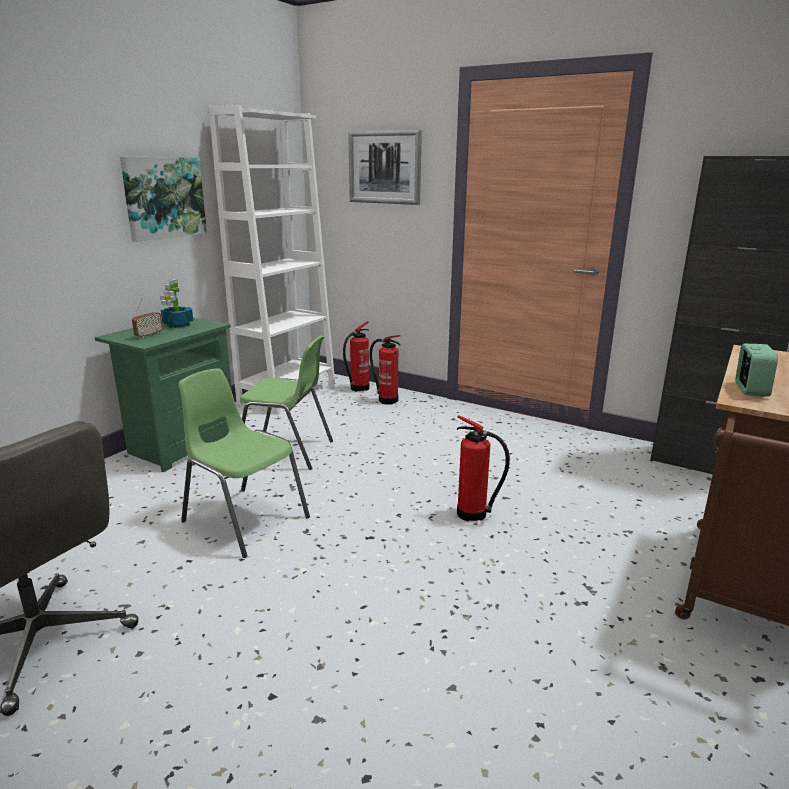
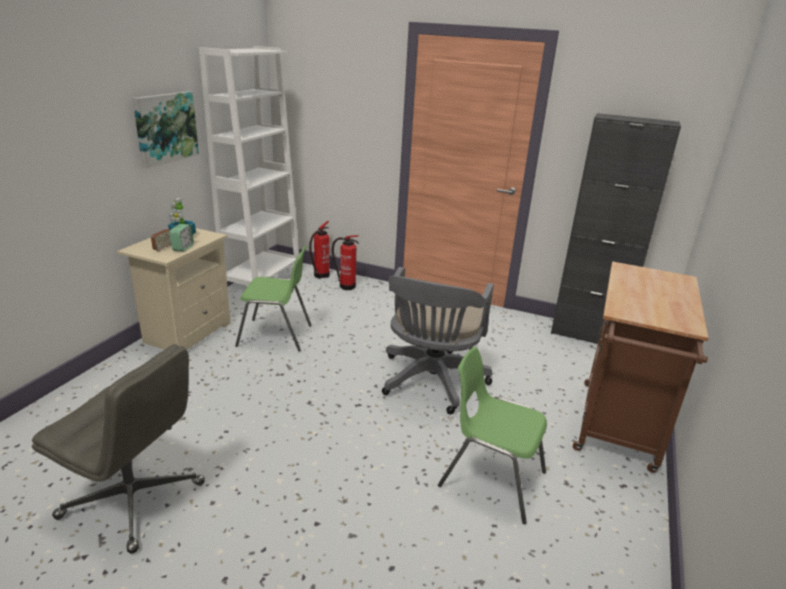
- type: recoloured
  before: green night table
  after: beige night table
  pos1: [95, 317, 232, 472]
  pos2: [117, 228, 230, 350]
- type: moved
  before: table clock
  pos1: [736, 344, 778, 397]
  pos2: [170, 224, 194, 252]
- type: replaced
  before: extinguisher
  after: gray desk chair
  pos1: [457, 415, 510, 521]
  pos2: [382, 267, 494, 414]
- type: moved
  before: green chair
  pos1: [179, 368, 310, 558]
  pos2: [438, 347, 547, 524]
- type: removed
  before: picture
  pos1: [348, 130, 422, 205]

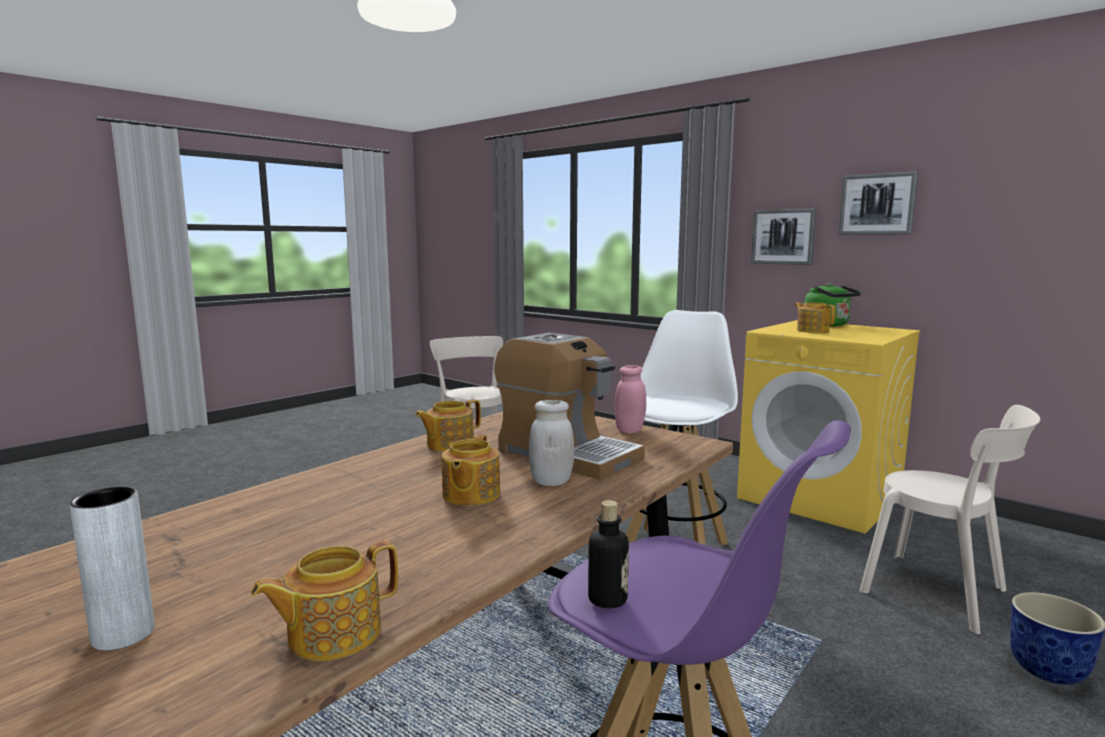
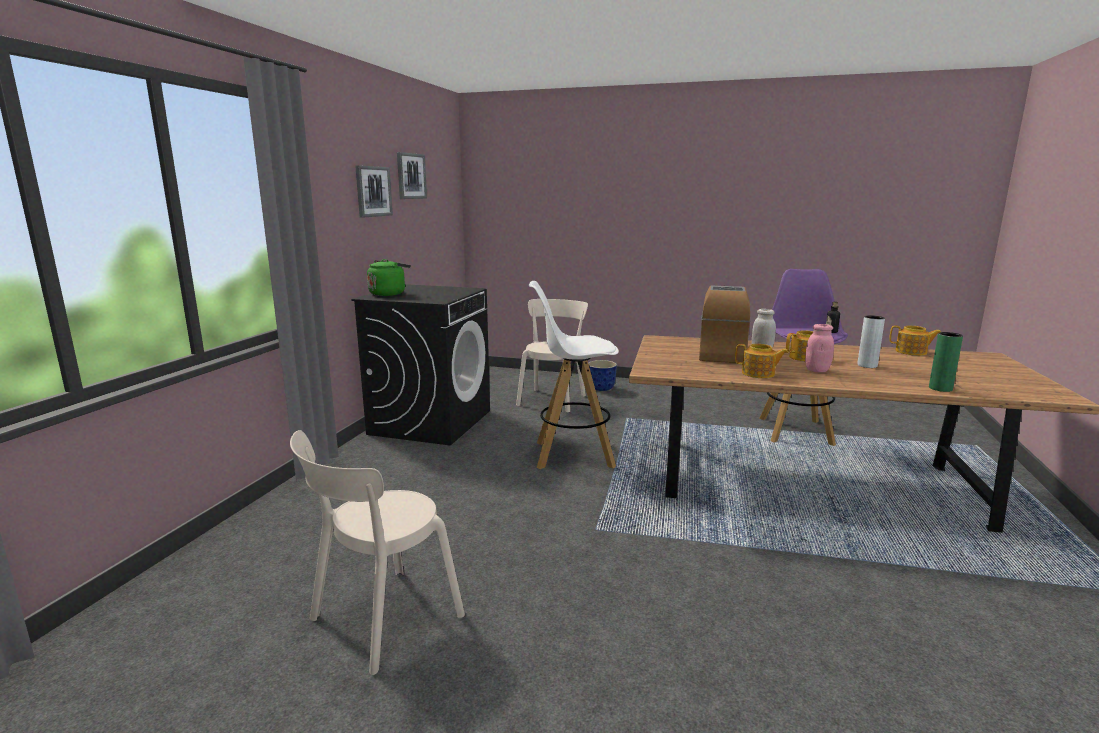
- type: recoloured
  before: yellow-coloured laundry appliance
  after: blackish laundry appliance
  pos1: [737, 320, 920, 534]
  pos2: [351, 284, 490, 445]
- type: moved
  before: picture
  pos1: [751, 208, 817, 265]
  pos2: [397, 152, 427, 199]
- type: moved
  before: pink-coloured jar
  pos1: [615, 365, 646, 434]
  pos2: [805, 324, 834, 372]
- type: moved
  before: gray flower vase
  pos1: [70, 487, 154, 651]
  pos2: [857, 315, 885, 368]
- type: added
  after: green flower vase
  pos2: [929, 332, 963, 392]
- type: removed
  before: pot for tea
  pos1: [794, 302, 836, 333]

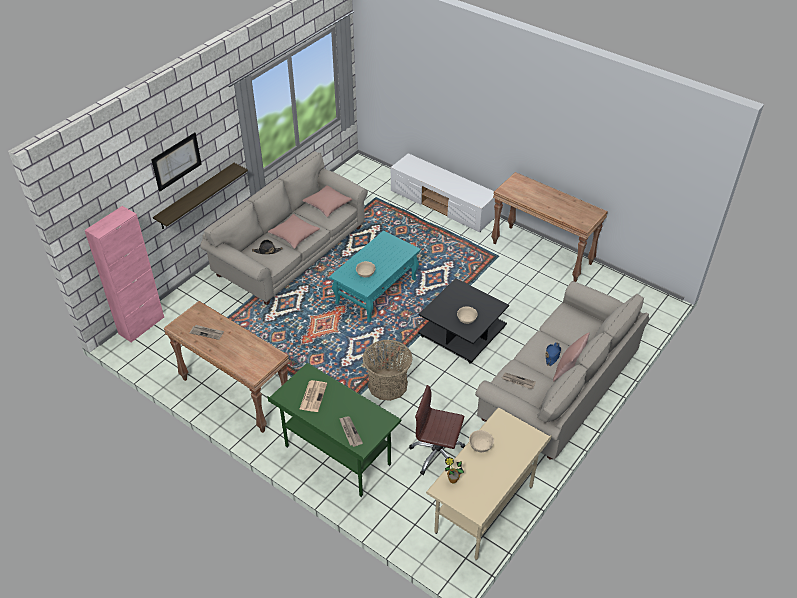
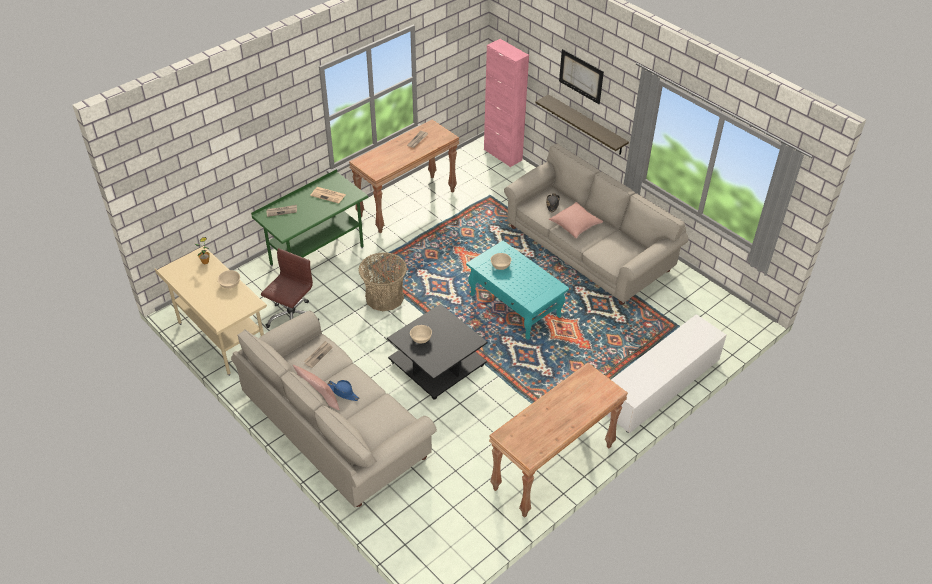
- type: removed
  before: pink-coloured cushion
  pos1: [302, 185, 352, 217]

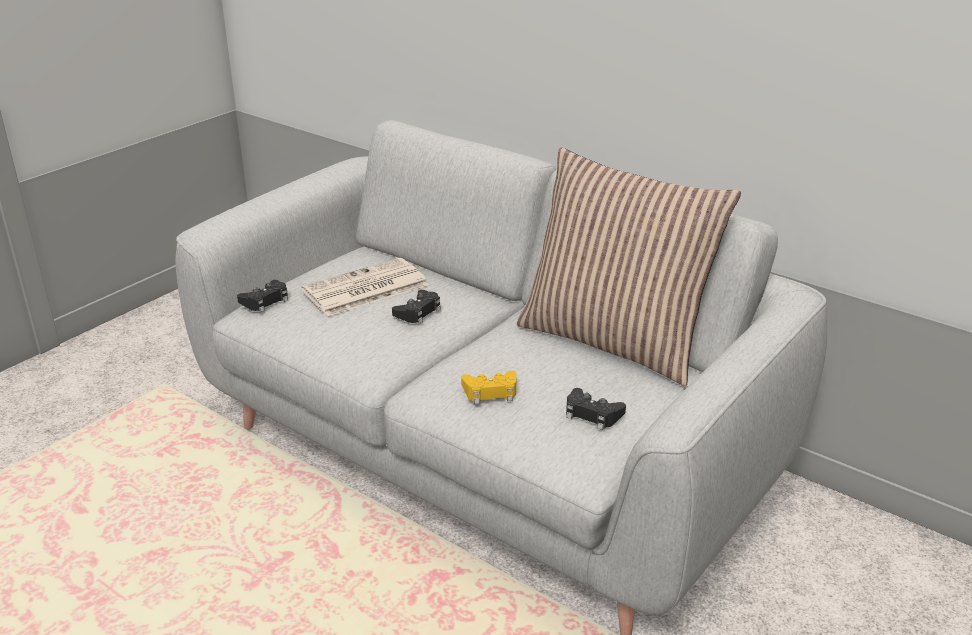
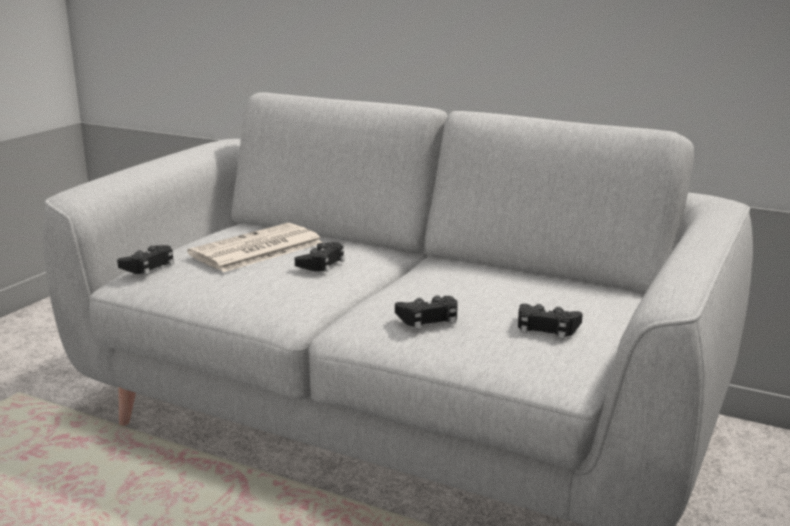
- type: recoloured
  before: yellow-coloured gamepad
  after: blackish gamepad
  pos1: [461, 371, 517, 404]
  pos2: [395, 295, 458, 329]
- type: removed
  before: cushion
  pos1: [517, 148, 741, 386]

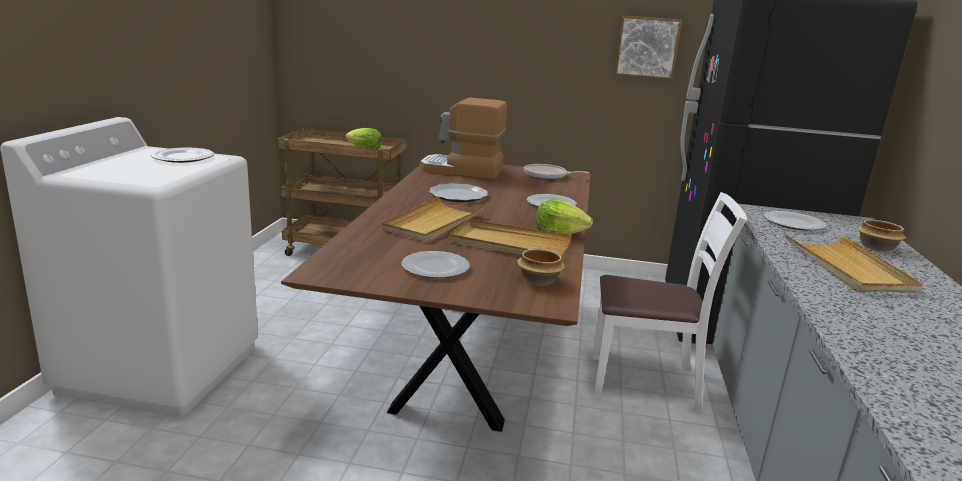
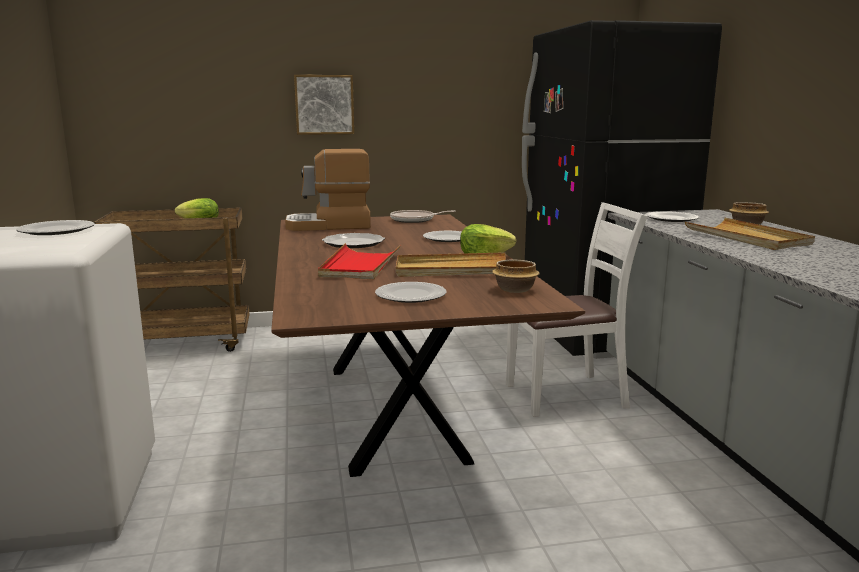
- type: moved
  before: picture
  pos1: [615, 16, 682, 80]
  pos2: [294, 75, 354, 135]
- type: recoloured
  before: beige tray
  after: reddish tray
  pos1: [382, 197, 484, 242]
  pos2: [318, 243, 401, 279]

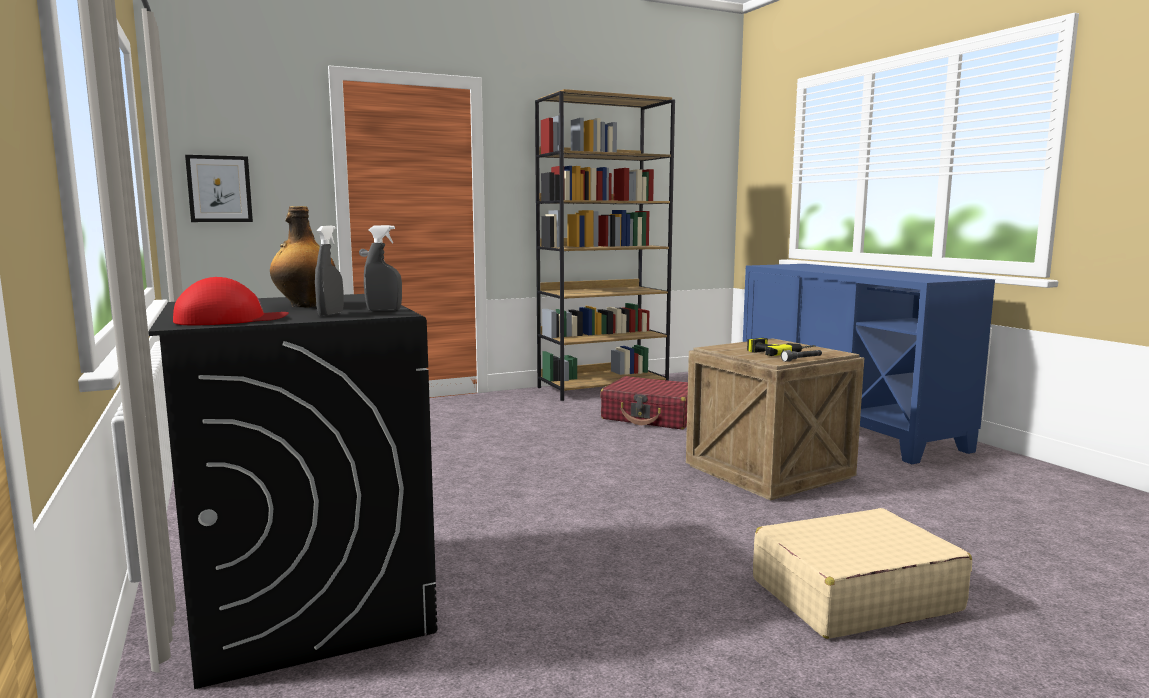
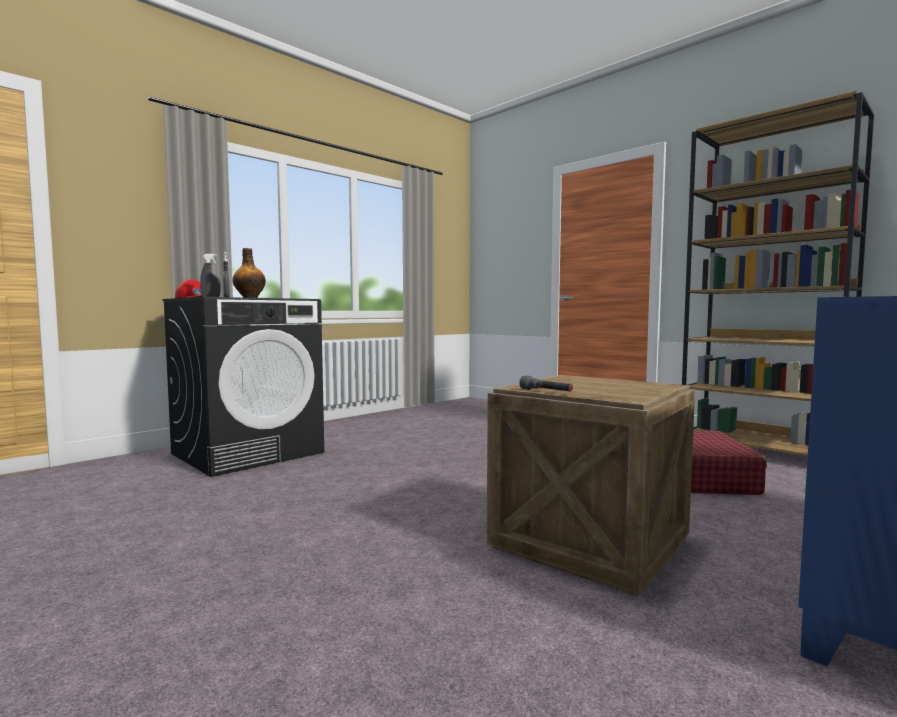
- type: removed
  before: picture
  pos1: [185, 155, 253, 222]
- type: removed
  before: drill
  pos1: [747, 338, 815, 356]
- type: removed
  before: beige travel case
  pos1: [753, 508, 972, 639]

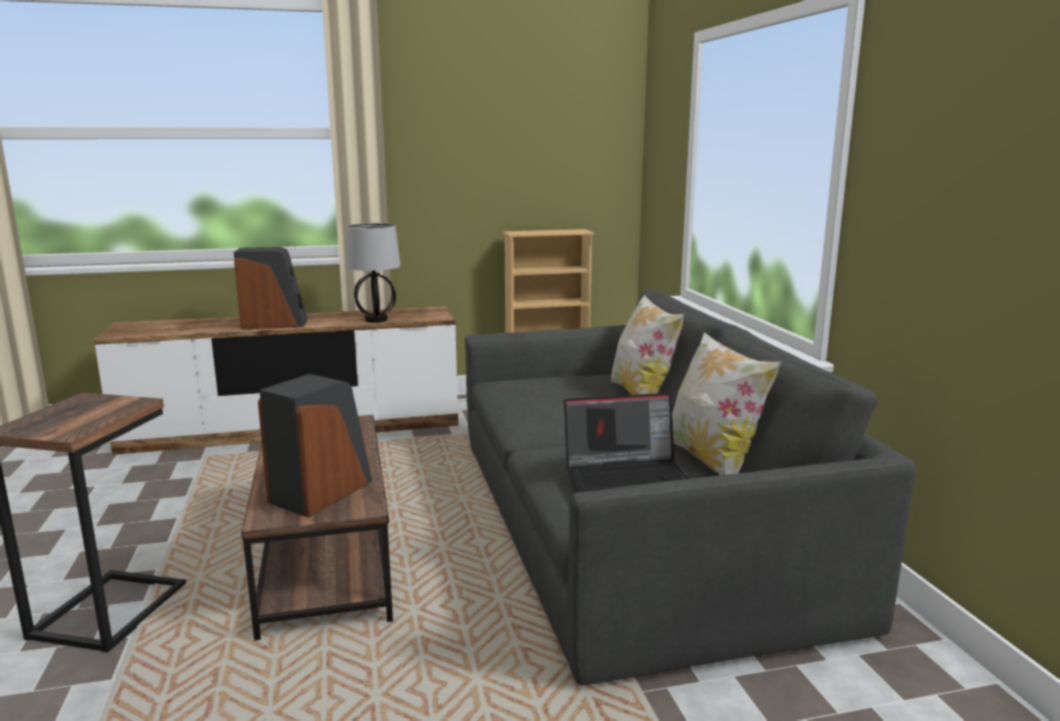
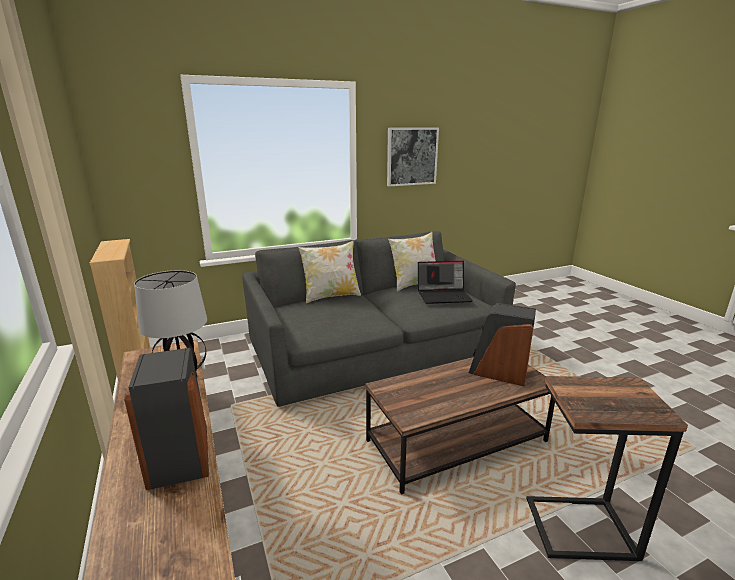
- type: added
  after: picture
  pos2: [387, 127, 439, 186]
- type: turned
  before: notebook computer
  pos1: [564, 393, 690, 492]
  pos2: [418, 261, 473, 304]
  turn: 105

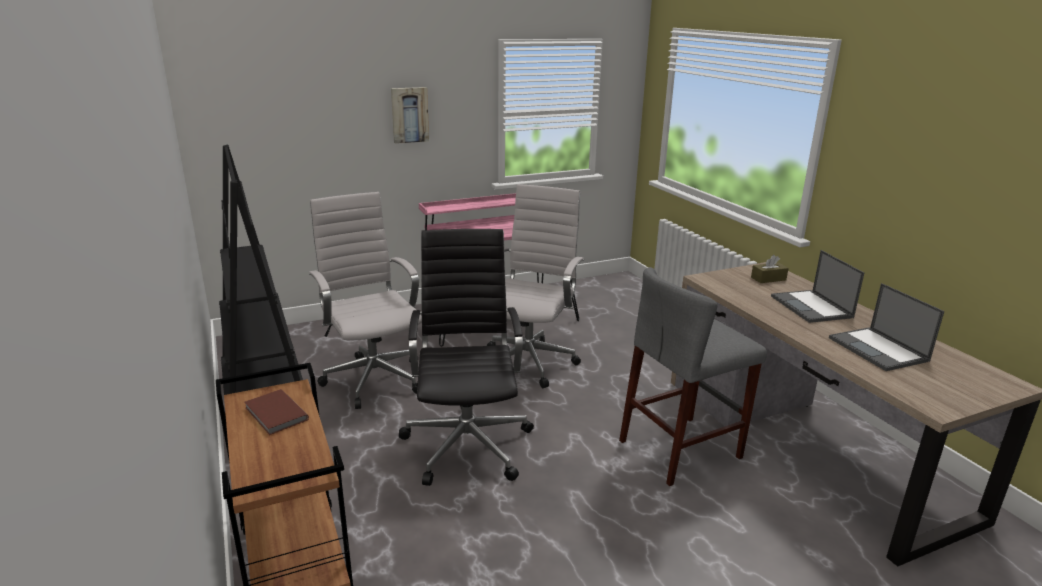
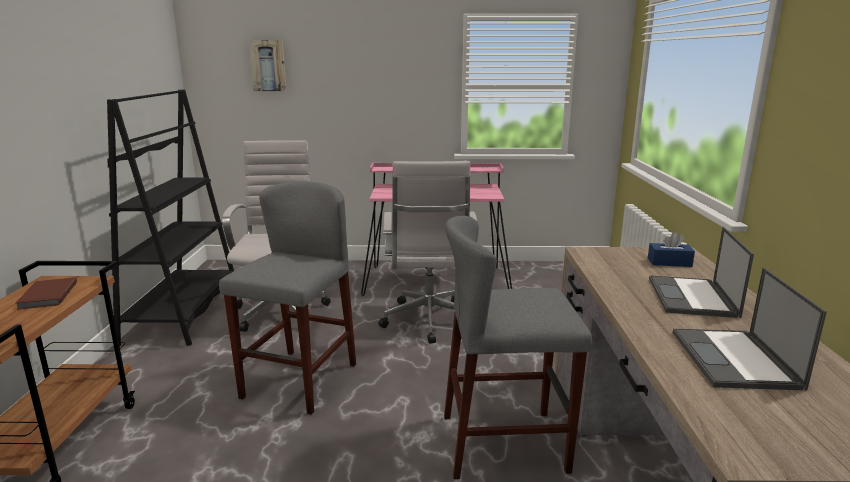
- type: replaced
  before: blackish desk chair
  after: gray stool
  pos1: [399, 229, 534, 486]
  pos2: [219, 181, 356, 415]
- type: moved
  before: picture
  pos1: [391, 87, 429, 144]
  pos2: [249, 40, 286, 91]
- type: turned
  before: white desk chair
  pos1: [487, 184, 584, 388]
  pos2: [378, 161, 477, 344]
  turn: 135
- type: recoloured
  before: brown tissue box
  after: blue tissue box
  pos1: [751, 255, 789, 283]
  pos2: [648, 232, 695, 267]

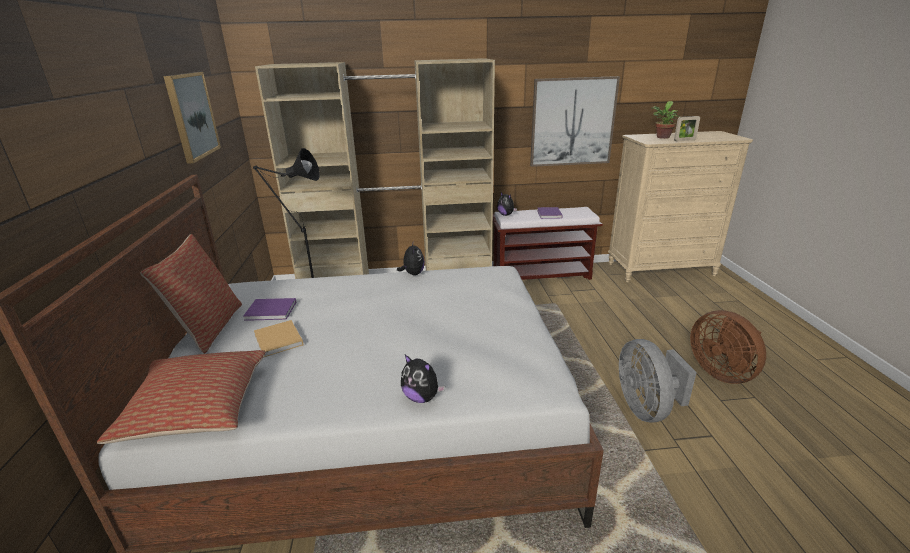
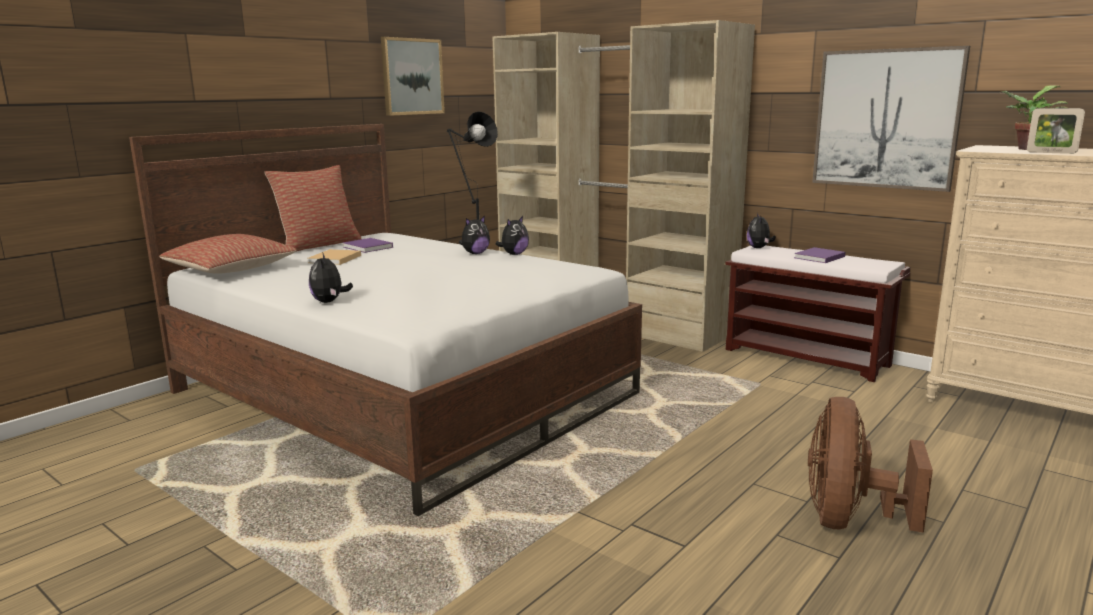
- type: added
  after: soft toy
  pos2: [459, 216, 490, 254]
- type: removed
  before: gray cooling fan
  pos1: [619, 339, 697, 422]

